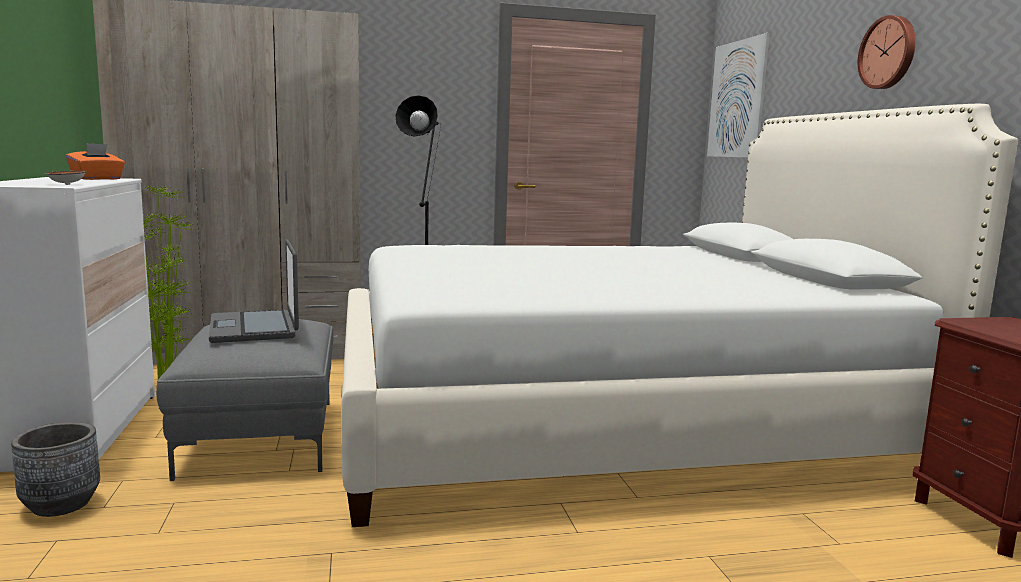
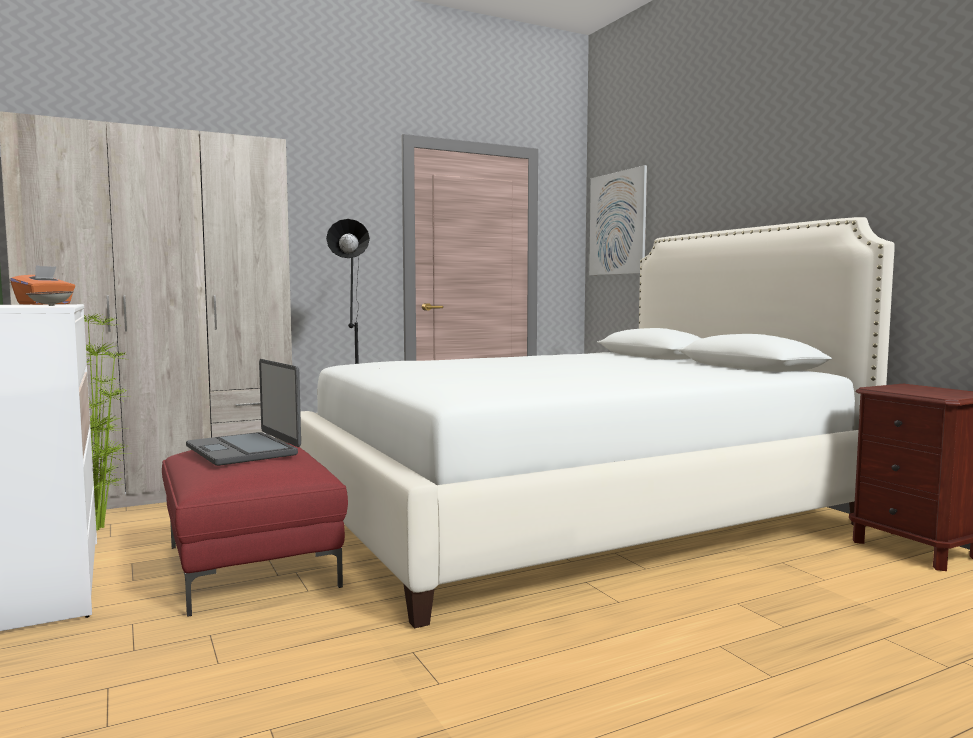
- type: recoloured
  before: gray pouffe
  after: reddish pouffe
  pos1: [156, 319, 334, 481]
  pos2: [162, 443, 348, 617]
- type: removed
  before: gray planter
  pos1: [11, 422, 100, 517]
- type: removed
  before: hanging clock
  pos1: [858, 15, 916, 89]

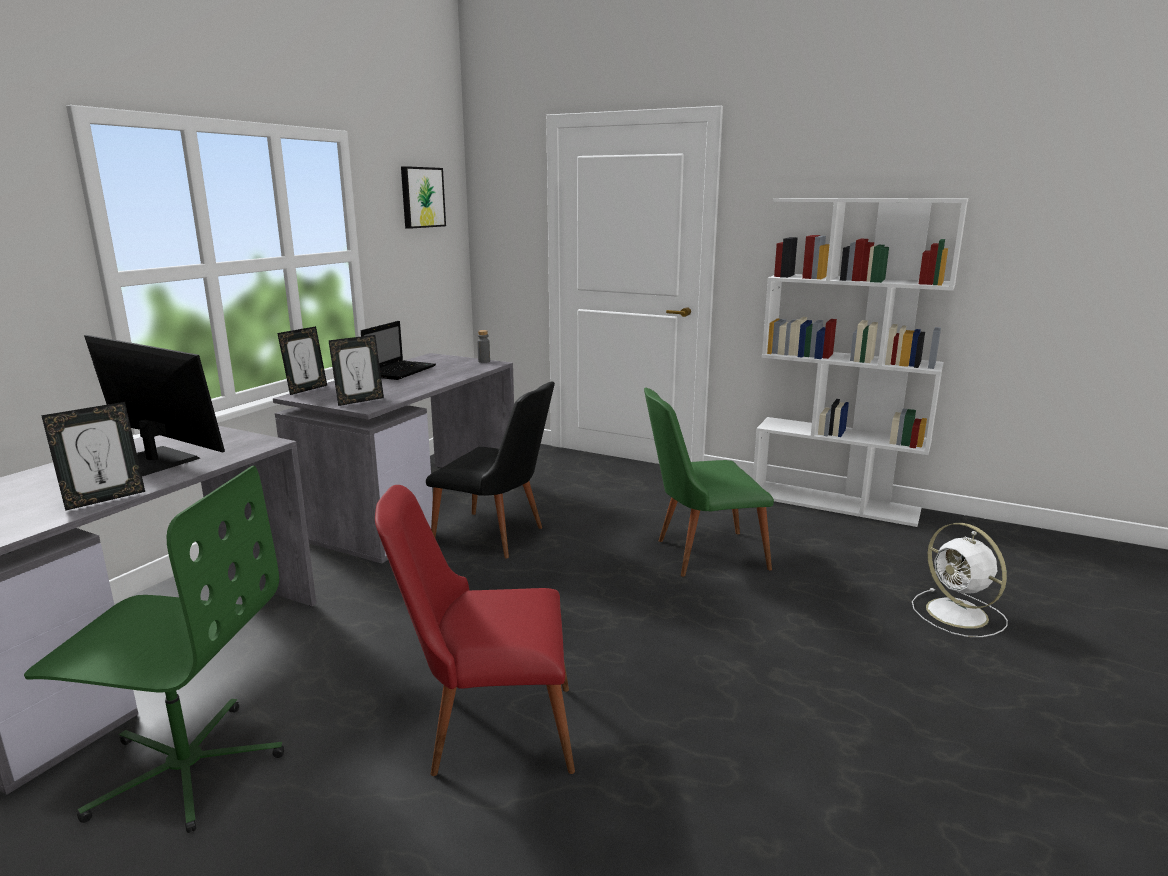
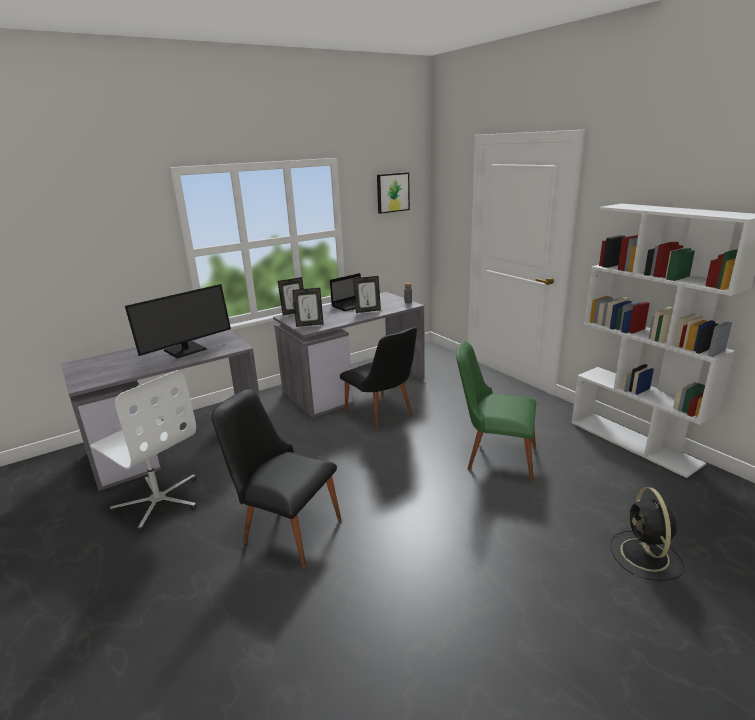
- type: recoloured
  before: green desk chair
  after: white desk chair
  pos1: [24, 466, 284, 833]
  pos2: [90, 370, 196, 532]
- type: turned
  before: computer screen
  pos1: [84, 335, 225, 476]
  pos2: [125, 284, 231, 359]
  turn: 75
- type: recoloured
  before: reddish chair
  after: blackish chair
  pos1: [375, 485, 575, 776]
  pos2: [211, 389, 342, 568]
- type: moved
  before: standing frame
  pos1: [41, 402, 145, 511]
  pos2: [353, 276, 381, 313]
- type: recoloured
  before: white cooling fan
  after: blackish cooling fan
  pos1: [912, 523, 1008, 637]
  pos2: [611, 487, 685, 581]

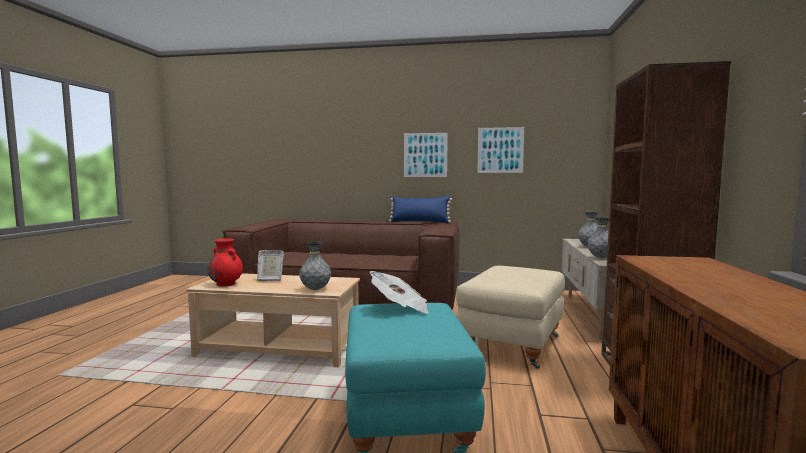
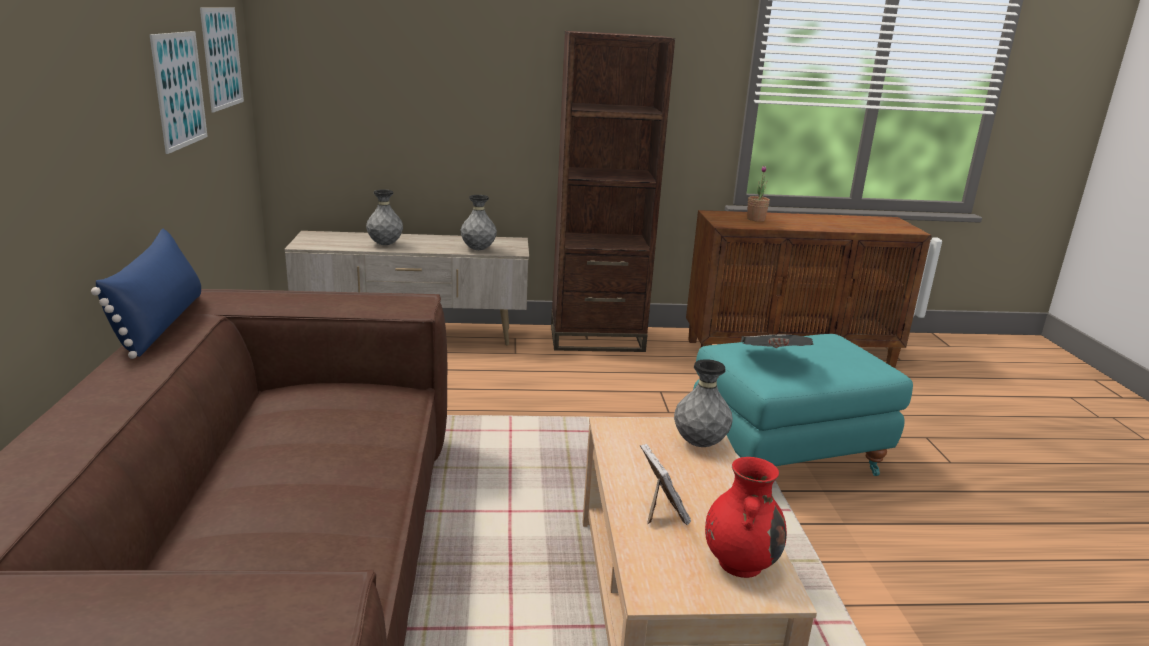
- type: moved
  before: picture
  pos1: [404, 133, 448, 177]
  pos2: [200, 7, 244, 113]
- type: added
  after: plant in a pot
  pos2: [747, 166, 770, 222]
- type: removed
  before: beige pouffe
  pos1: [456, 266, 565, 369]

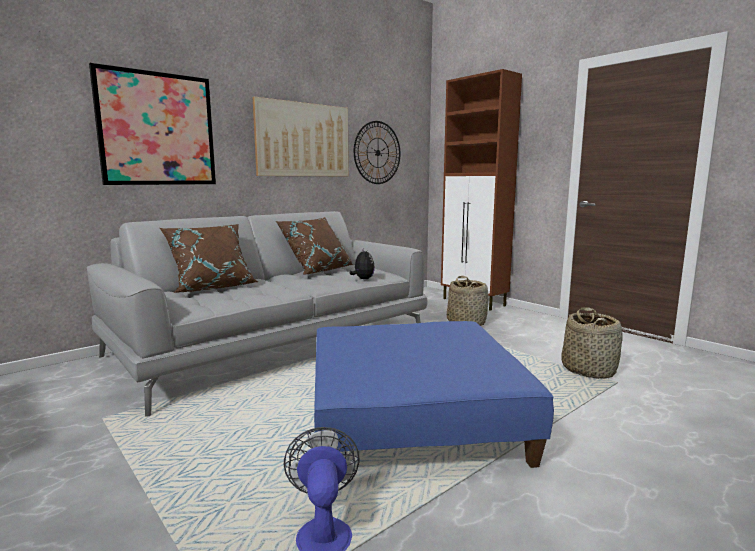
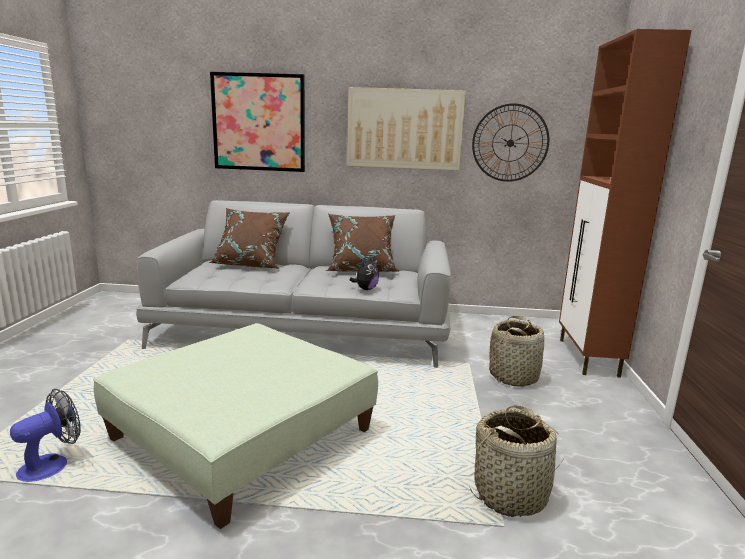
- type: recoloured
  before: blue pouffe
  after: green pouffe
  pos1: [314, 321, 554, 468]
  pos2: [93, 323, 378, 529]

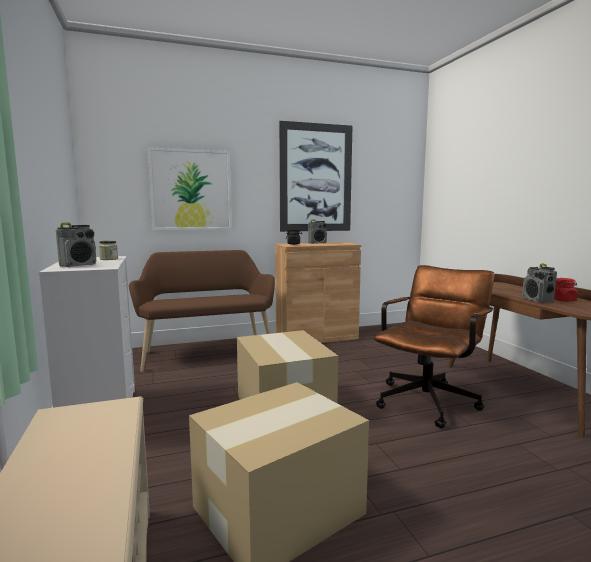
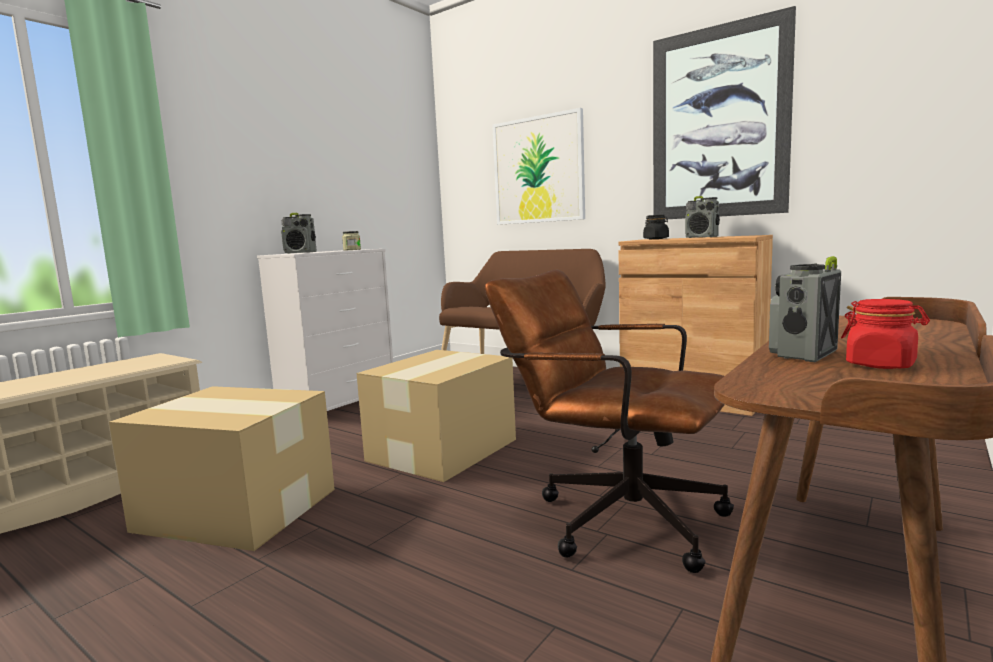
- type: turned
  before: brown desk chair
  pos1: [374, 265, 495, 428]
  pos2: [485, 270, 734, 573]
  turn: -150

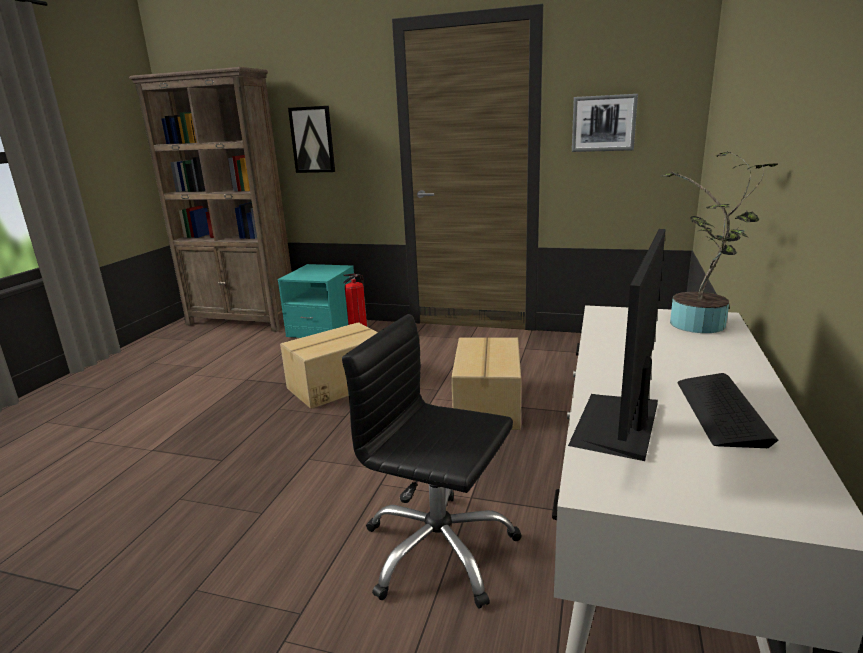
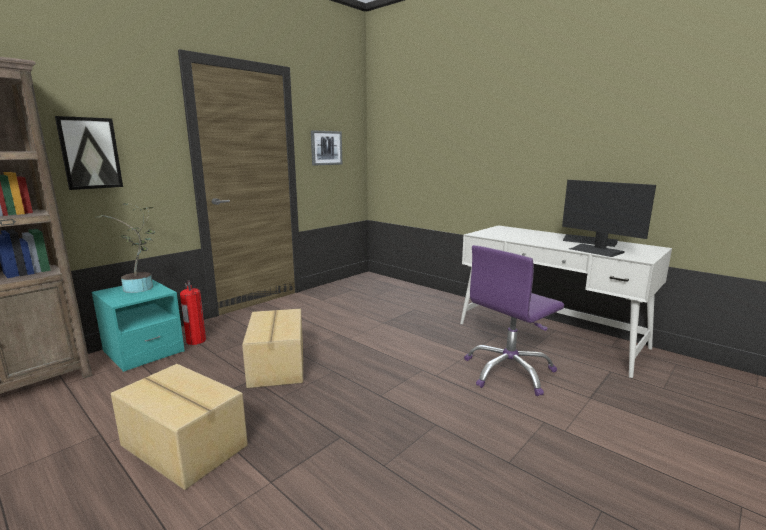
- type: moved
  before: plant in a pot
  pos1: [659, 151, 778, 333]
  pos2: [95, 203, 155, 293]
- type: moved
  before: carton
  pos1: [451, 337, 521, 430]
  pos2: [111, 364, 248, 490]
- type: recoloured
  before: blackish desk chair
  after: purple desk chair
  pos1: [342, 314, 522, 609]
  pos2: [464, 245, 564, 396]

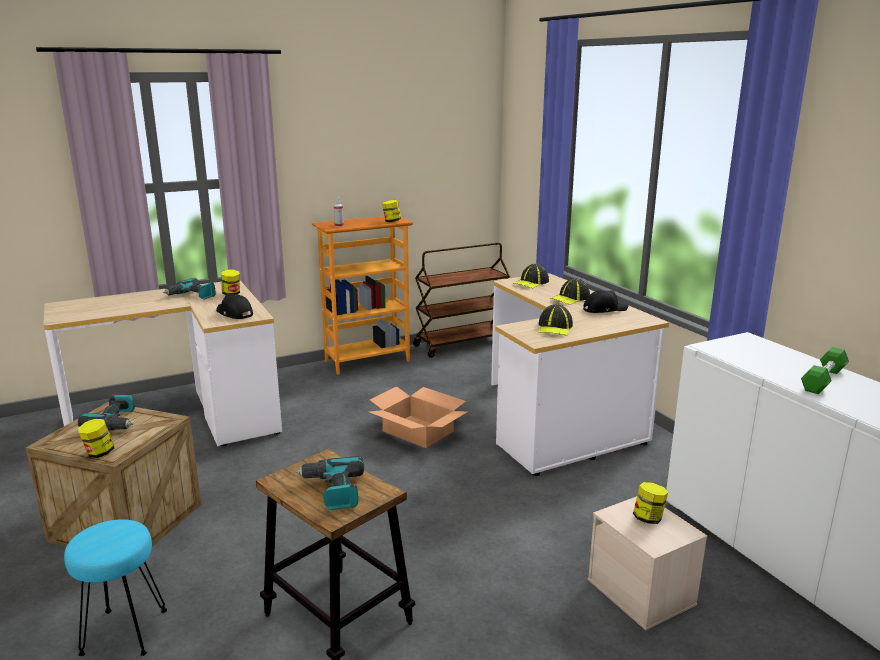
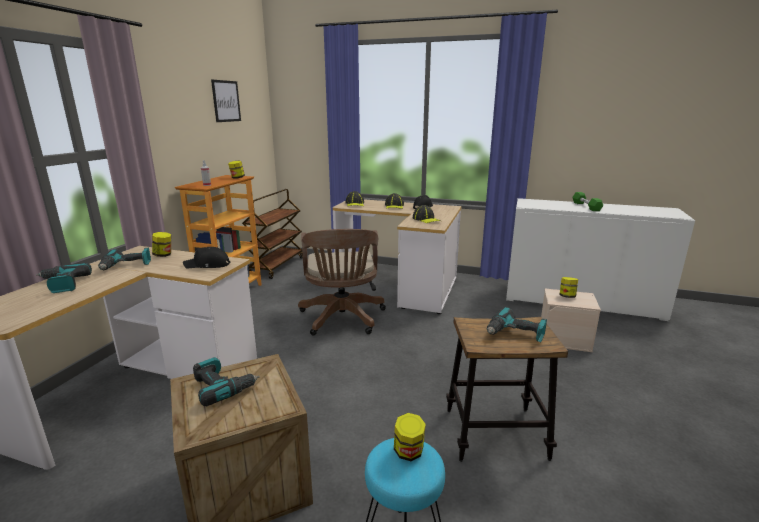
- type: added
  after: drill
  pos2: [36, 263, 92, 293]
- type: added
  after: picture
  pos2: [211, 80, 241, 122]
- type: replaced
  before: carton
  after: brown desk chair
  pos1: [369, 386, 468, 448]
  pos2: [298, 229, 386, 336]
- type: moved
  before: jar
  pos1: [78, 419, 114, 458]
  pos2: [394, 413, 426, 461]

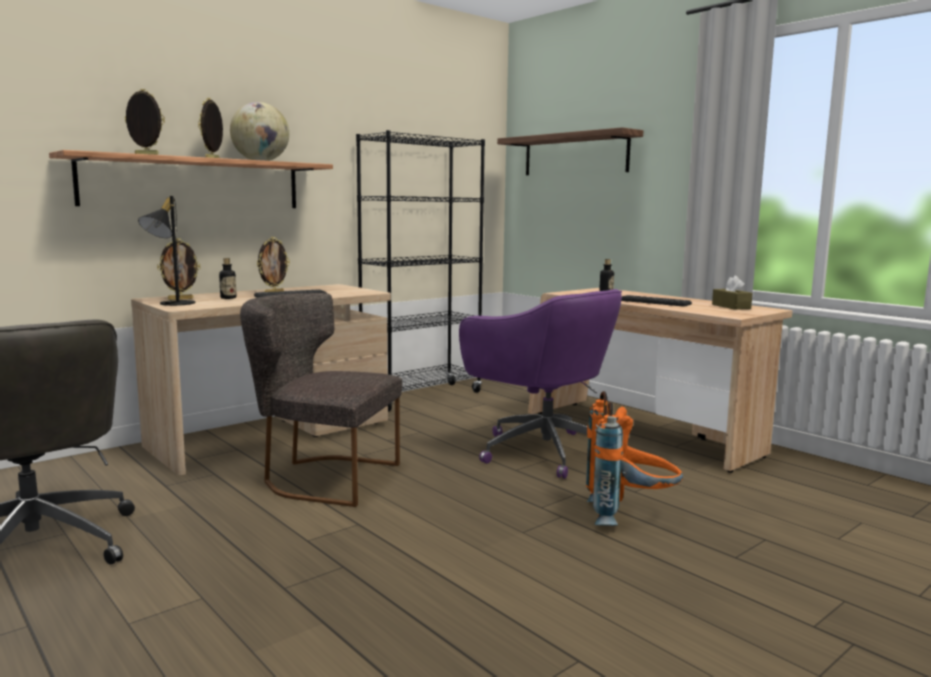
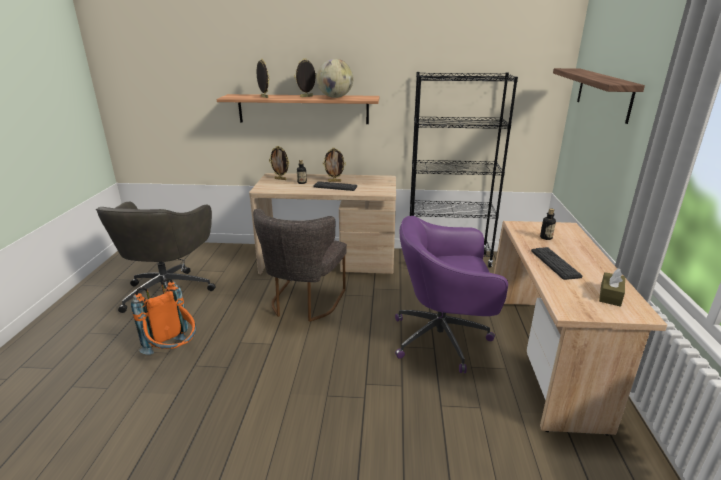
- type: moved
  before: orange backpack
  pos1: [586, 391, 683, 526]
  pos2: [131, 278, 196, 355]
- type: turned
  before: gray chair
  pos1: [240, 293, 402, 507]
  pos2: [253, 208, 347, 322]
  turn: -135
- type: turned
  before: purple desk chair
  pos1: [459, 289, 622, 479]
  pos2: [395, 216, 508, 373]
  turn: 90
- type: removed
  before: blackish tabletop lamp
  pos1: [138, 196, 195, 306]

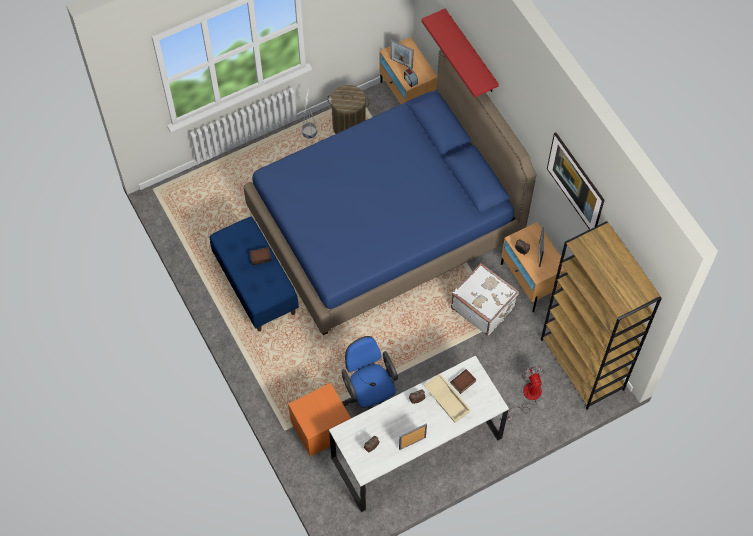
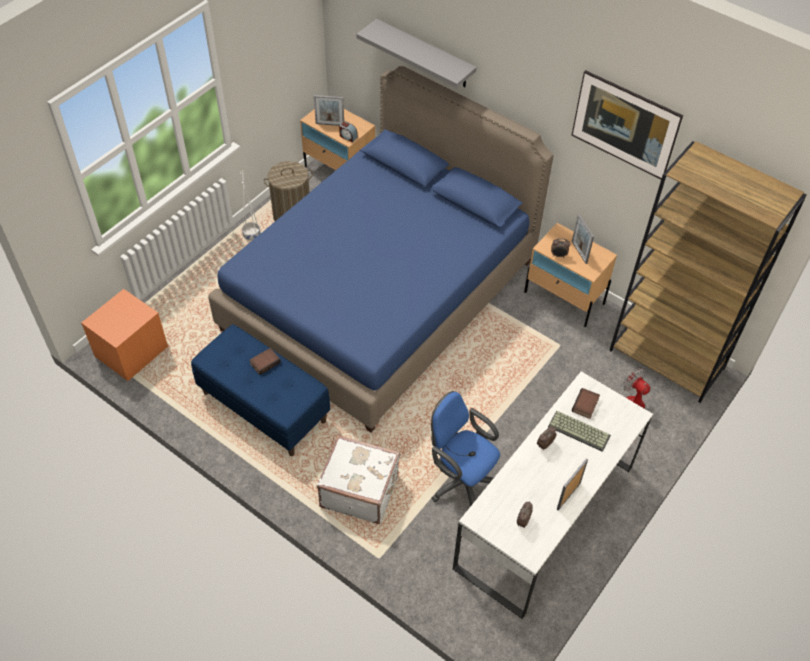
- type: moved
  before: orange night table
  pos1: [288, 383, 351, 456]
  pos2: [81, 289, 168, 381]
- type: moved
  before: white travel case
  pos1: [451, 263, 519, 336]
  pos2: [317, 435, 400, 524]
- type: recoloured
  before: reddish wall shelf
  after: gray wall shelf
  pos1: [421, 9, 499, 98]
  pos2: [356, 19, 477, 88]
- type: replaced
  before: beige tray
  after: keyboard
  pos1: [424, 374, 471, 423]
  pos2: [548, 411, 611, 452]

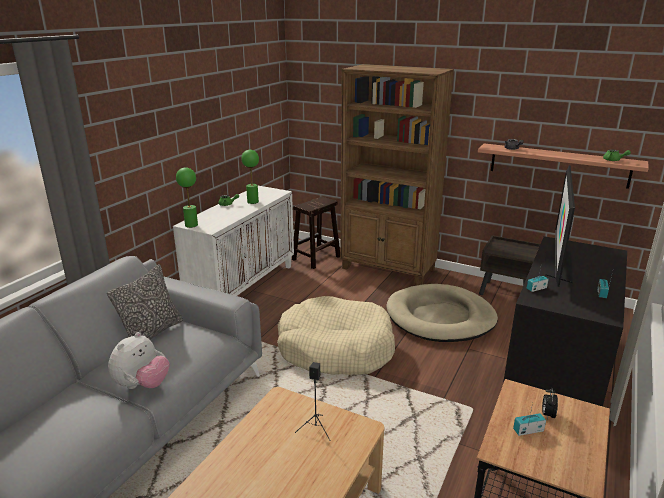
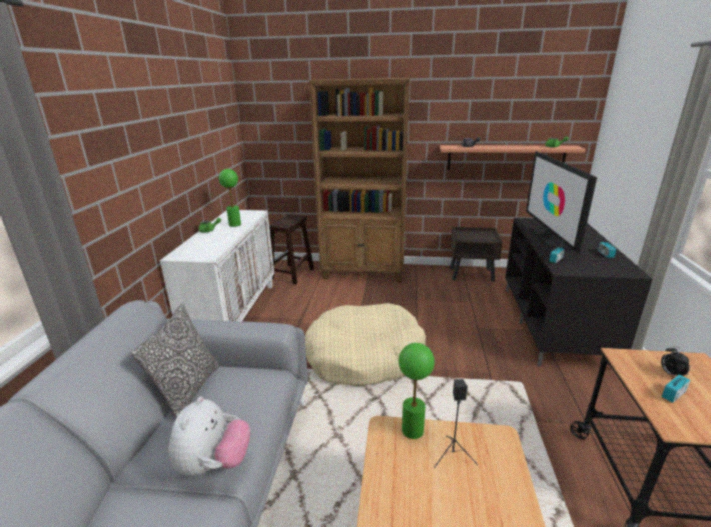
- type: moved
  before: green tabletop lamp
  pos1: [176, 167, 198, 228]
  pos2: [399, 343, 435, 439]
- type: removed
  before: beige dog bed
  pos1: [386, 284, 498, 342]

